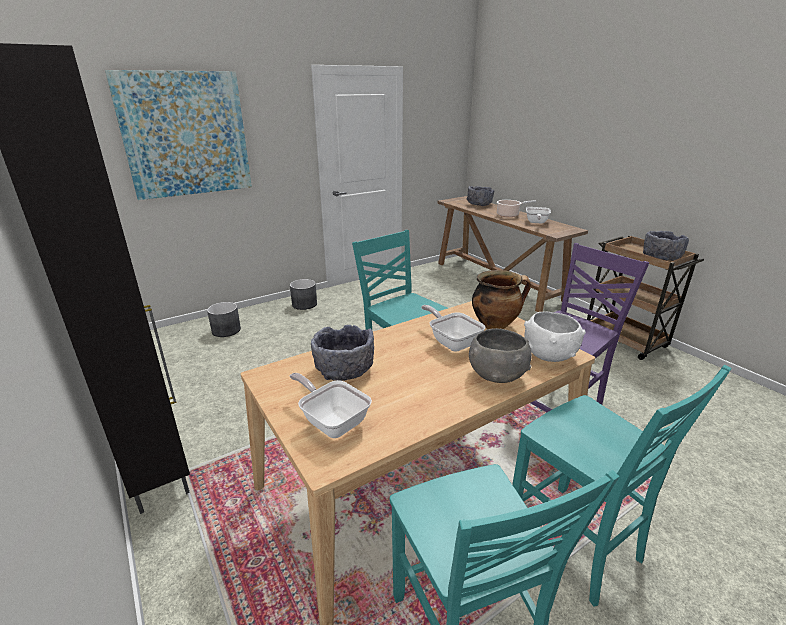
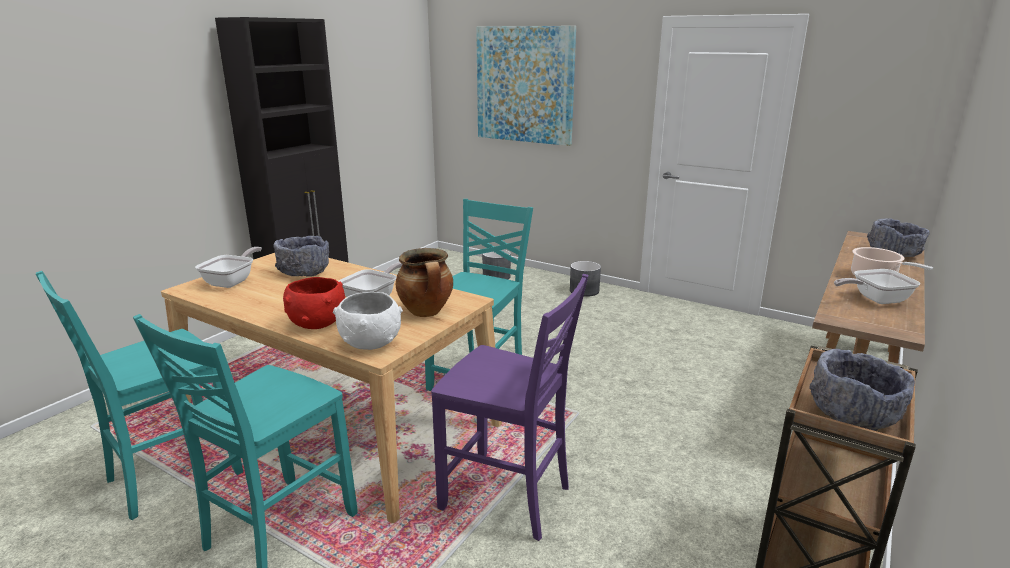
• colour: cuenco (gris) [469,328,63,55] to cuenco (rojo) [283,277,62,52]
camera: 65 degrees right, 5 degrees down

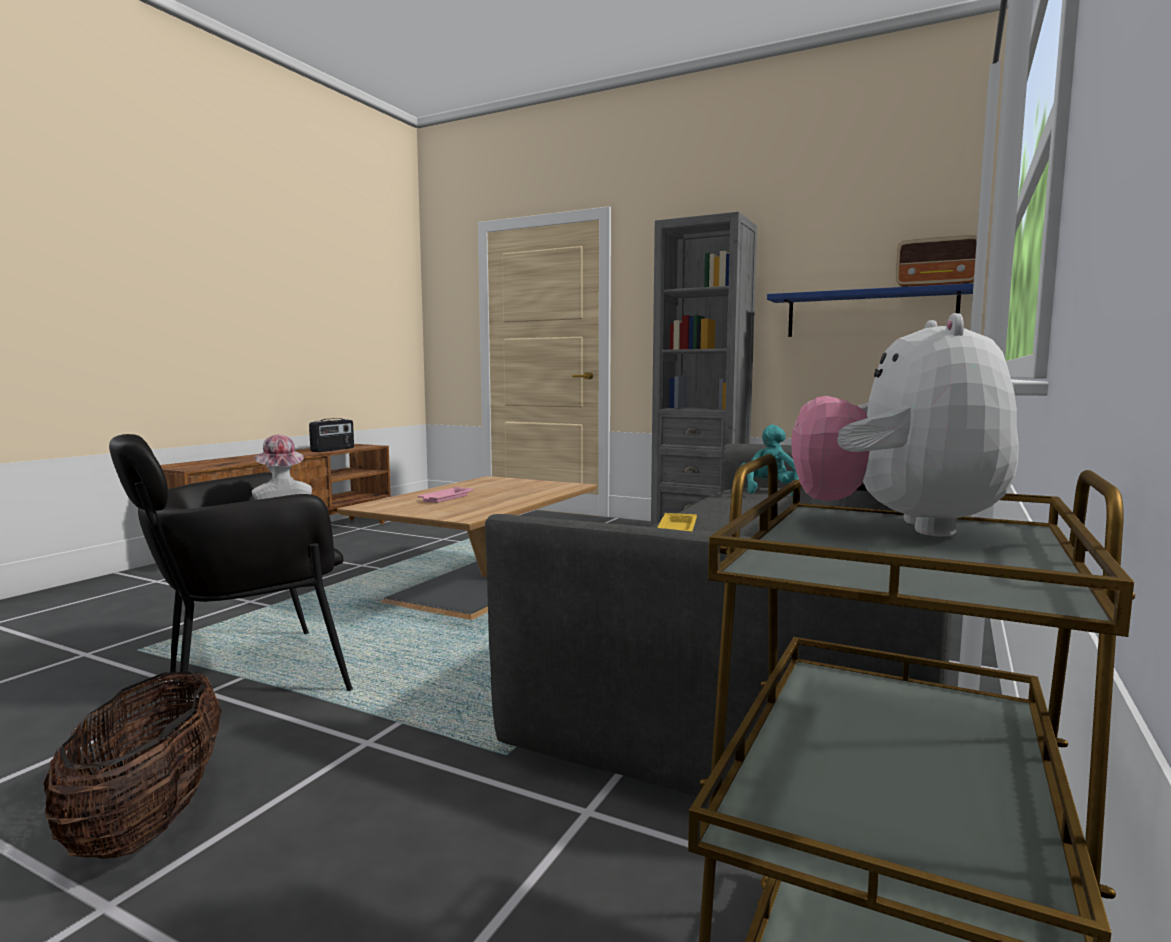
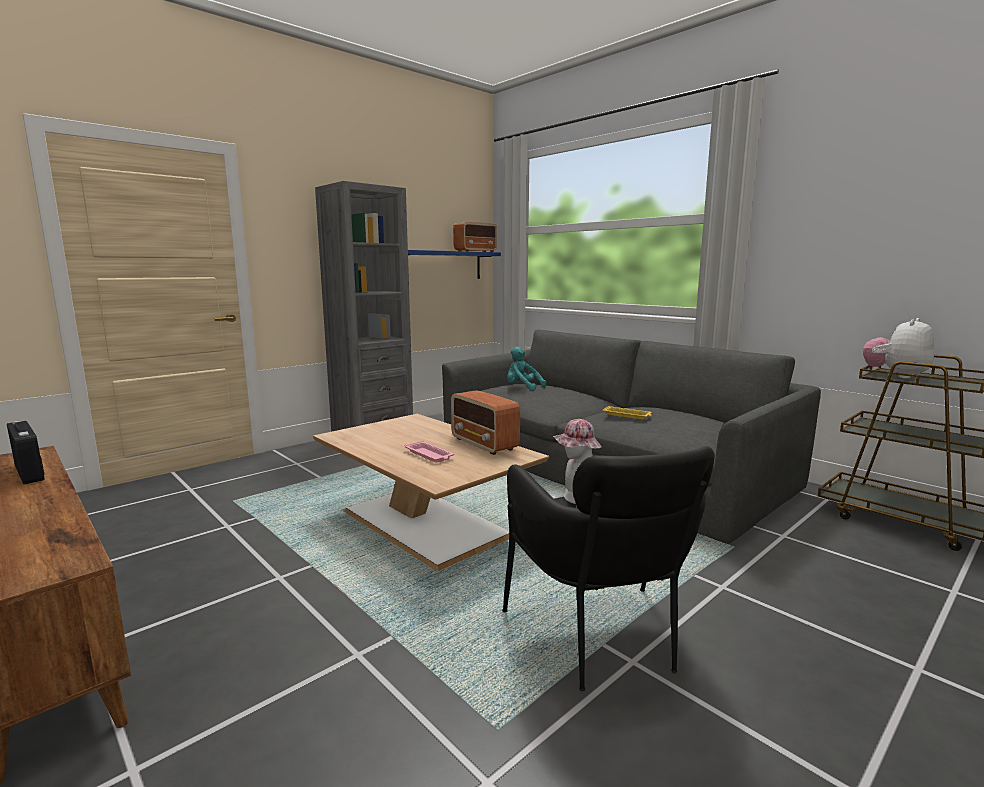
• appeared: radio [451,390,69,65]
• spun: peluche [792,313,227,223] = [863,318,71,61] 105 degrees clockwise
• missing: cesta [44,671,178,188]
camera: 70 degrees left, 5 degrees up

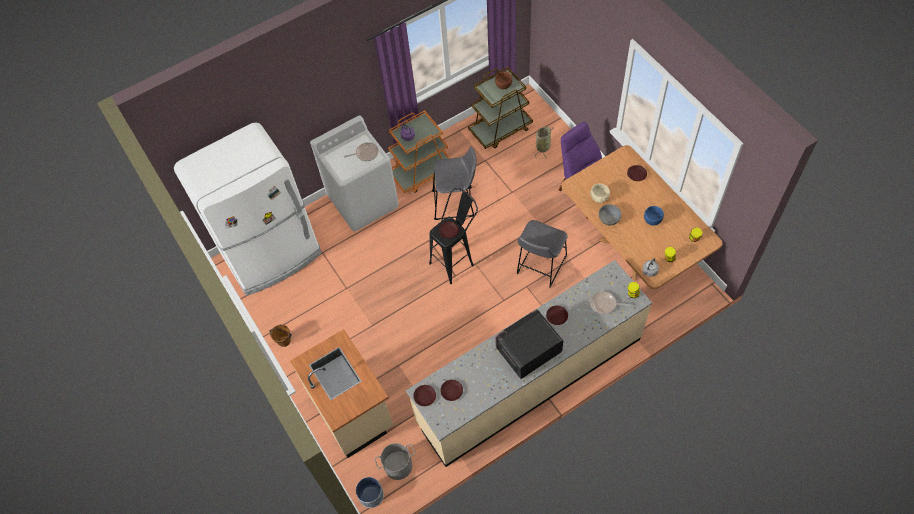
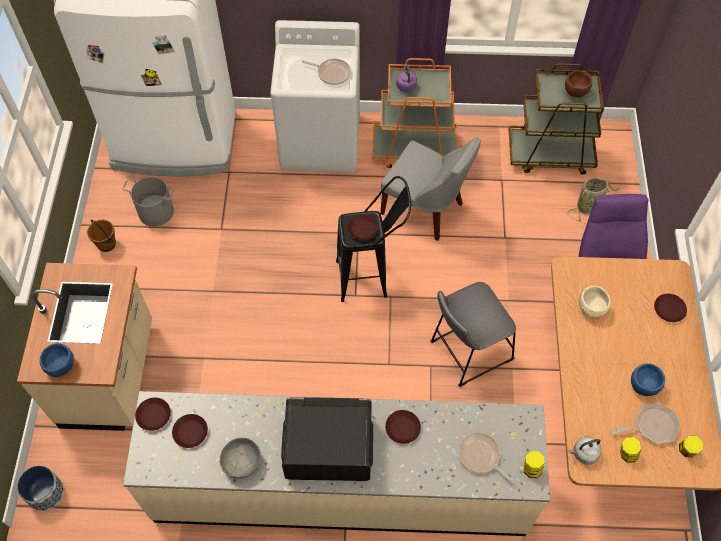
• appeared: cuenco (azul) [40,343,34,34]
• relocated: cubo (gris) [374,443,41,37] to [122,177,52,49]
• relocated: cuenco (gris) [599,204,22,21] to [220,438,41,41]
• exchanged: taburete (gris) [432,146,44,74] to silla (gris) [380,137,101,104]
• appeared: sartén [610,403,71,41]
camera: 30 degrees right, 0 degrees up

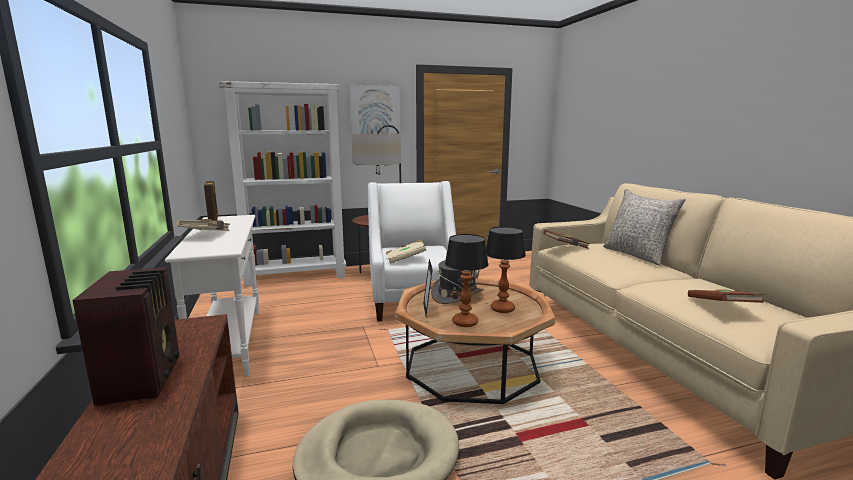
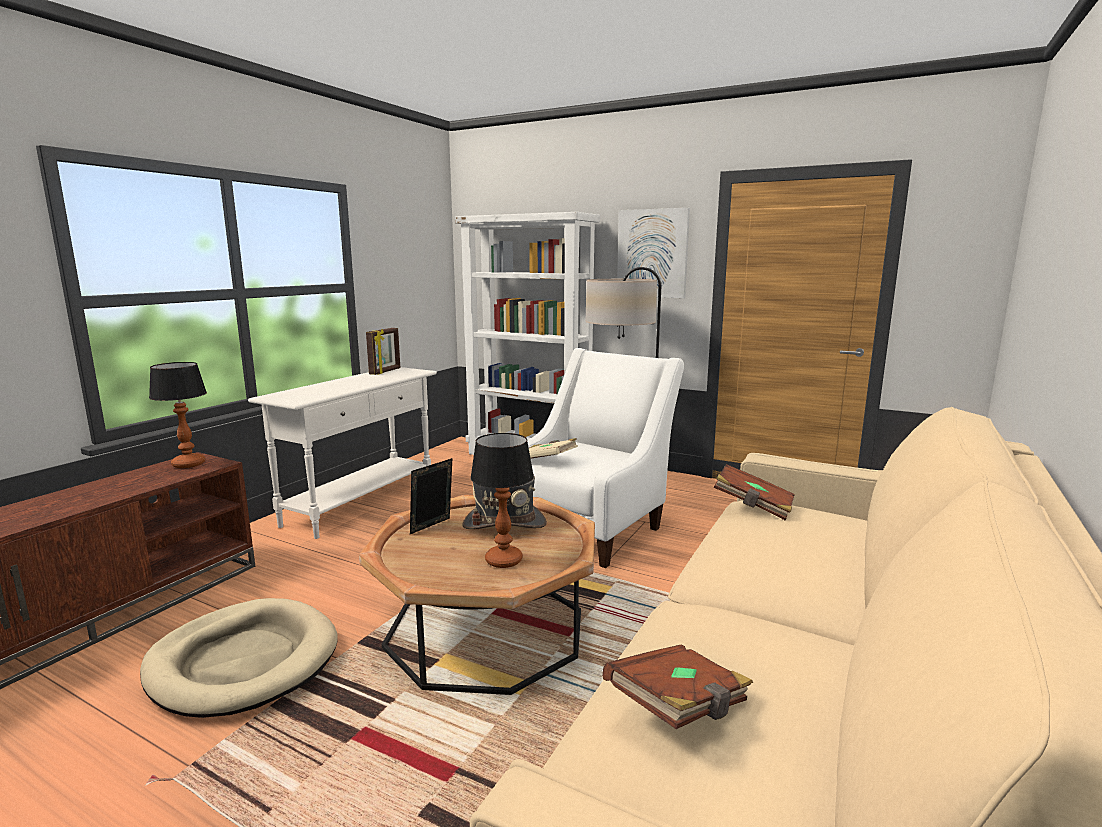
• relocated: lámpara de mesa [445,234,44,93] to [149,362,58,106]
• missing: radio [72,267,108,139]
• missing: libro (beis) [176,219,54,12]
• missing: cojín (gris) [603,189,83,77]
camera: 45 degrees right, 0 degrees up

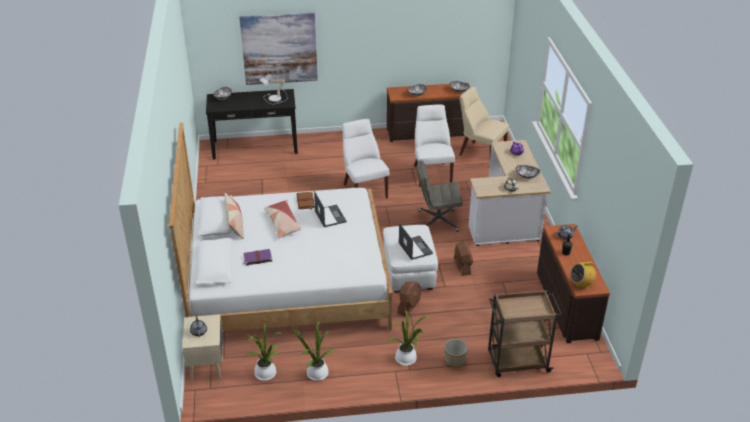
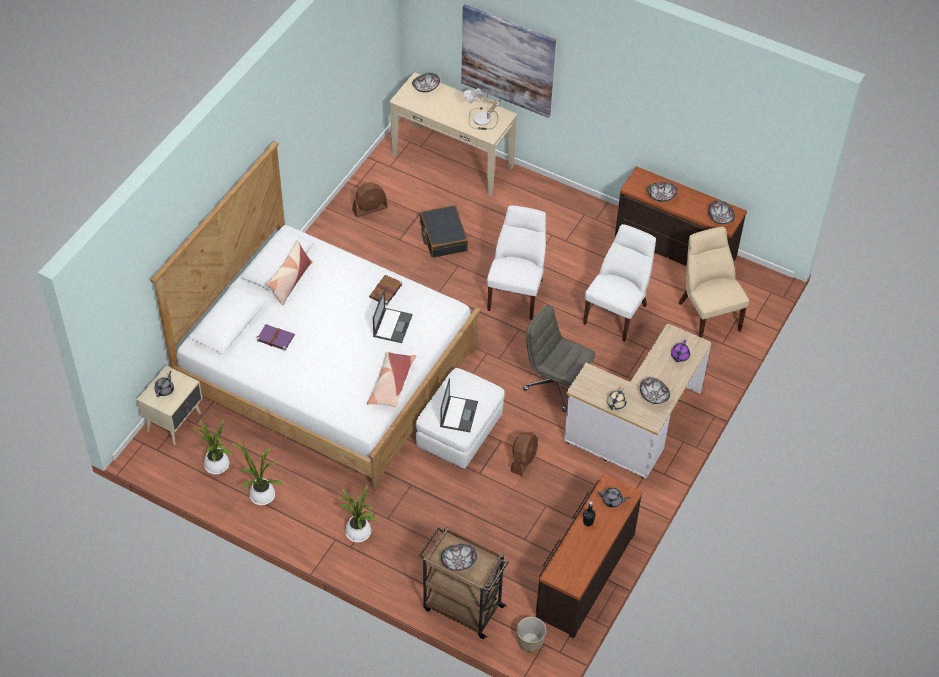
• relocated: ventilador (marrón) [397,281,24,36] to [352,182,36,35]
• relocated: cojín [264,200,38,38] to [367,352,49,55]
• colour: mesa consola (negro) [206,89,92,70] to mesa consola (beis) [389,72,129,125]
• appeared: maleta (negro) [420,205,48,53]
• appeared: cuenco [441,544,36,27]
• relocated: maceta [444,339,24,28] to [517,617,29,35]
• missing: radio [570,262,26,27]
camera: 35 degrees right, 15 degrees up

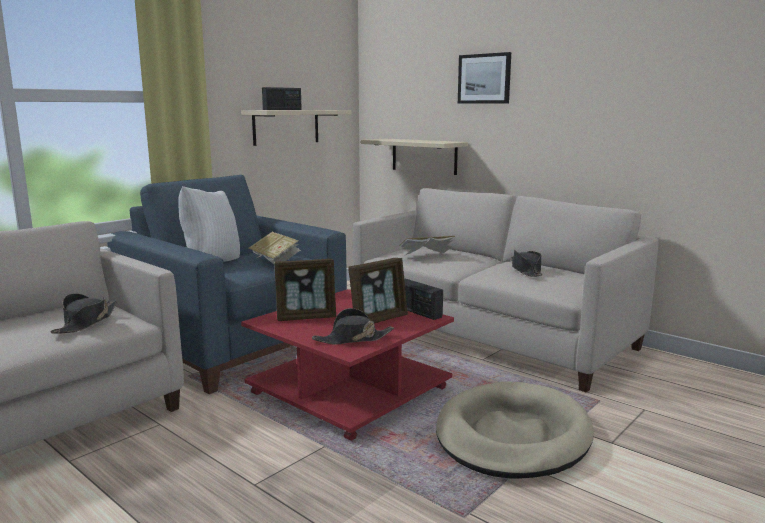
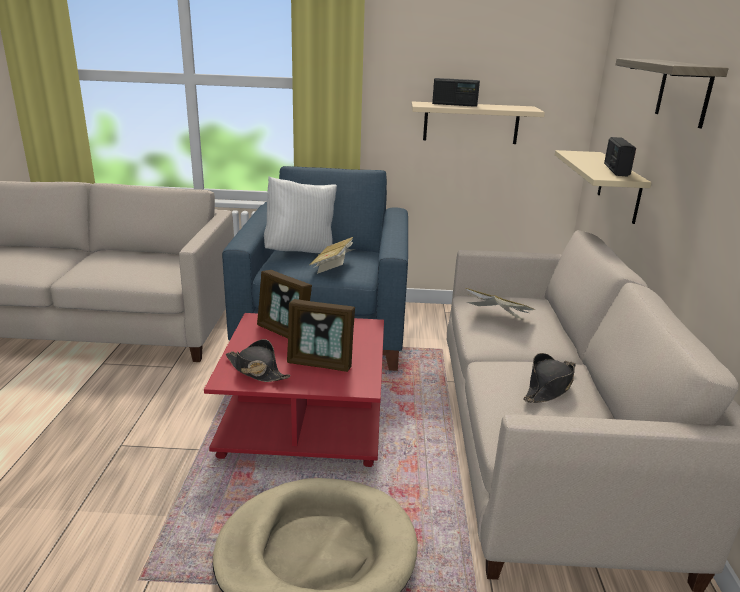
• relocated: radio [404,279,39,41] to [604,137,32,39]
• exchanged: cuadro [458,52,53,52] to estante [615,58,114,70]
• missing: sombrero (negro) [51,294,66,40]
camera: 50 degrees right, 10 degrees up

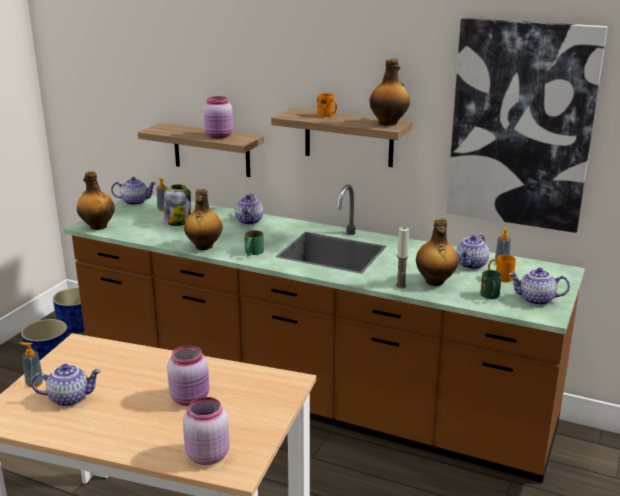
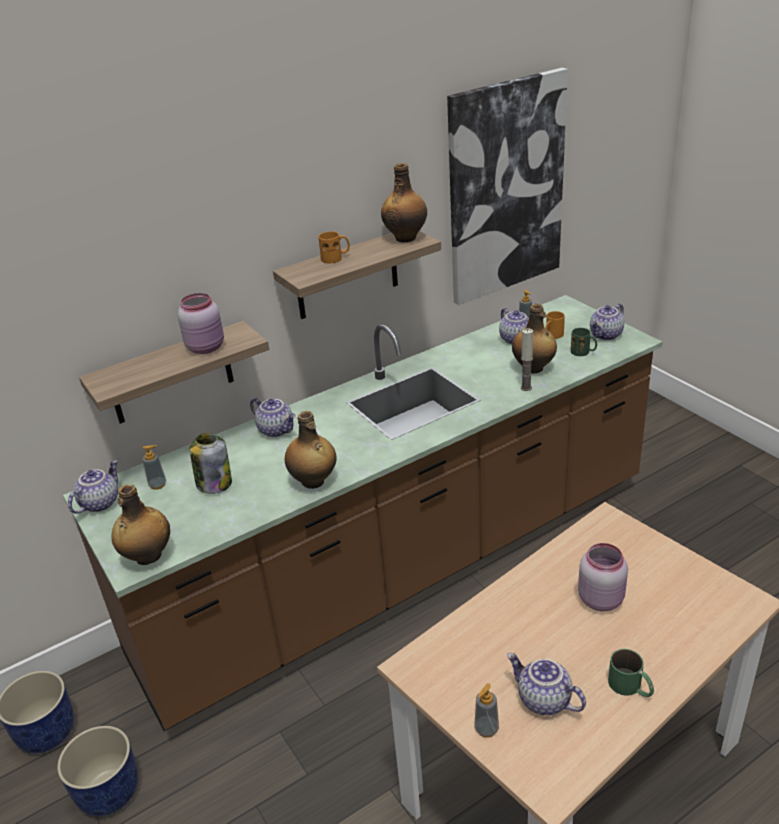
• spun: tetera [31,364,70,43] = [507,653,79,62] 75 degrees counterclockwise
• relocated: taza grande (verde) [244,230,20,26] to [608,649,46,48]
• missing: tarro (rosa) [183,397,47,68]
camera: 55 degrees left, 10 degrees up

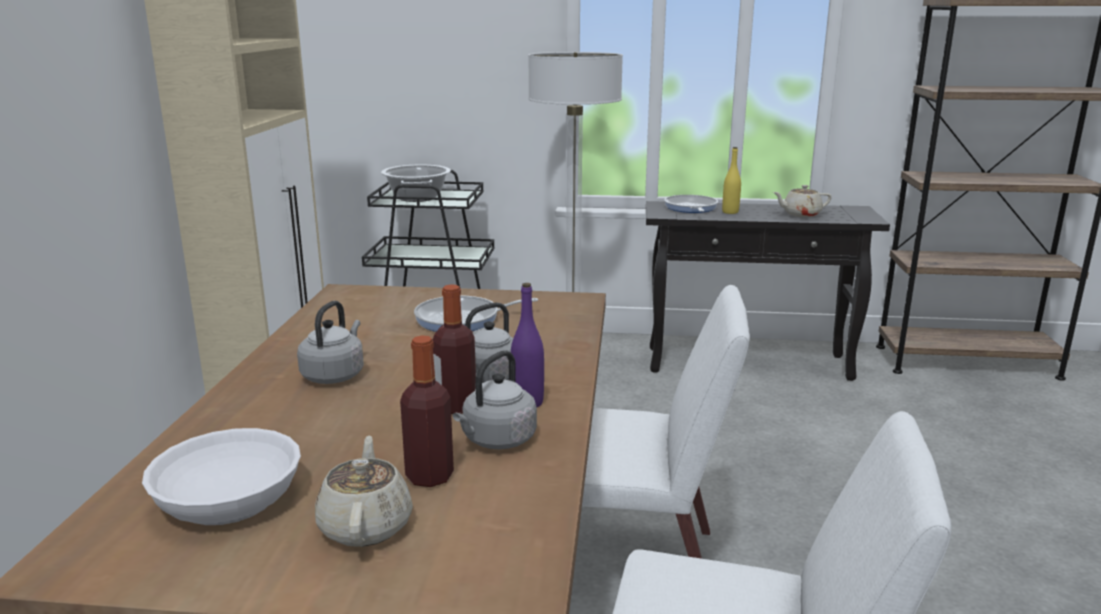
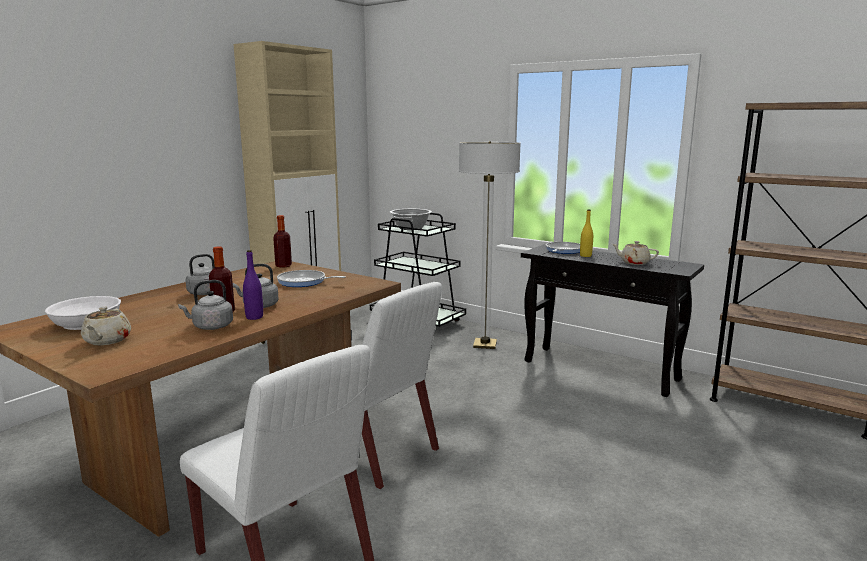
• spun: tetera (beis) [315,435,98,112] = [81,307,50,38] 150 degrees clockwise
• relocated: botella [400,336,54,151] to [273,215,19,53]
camera: 30 degrees right, 5 degrees down

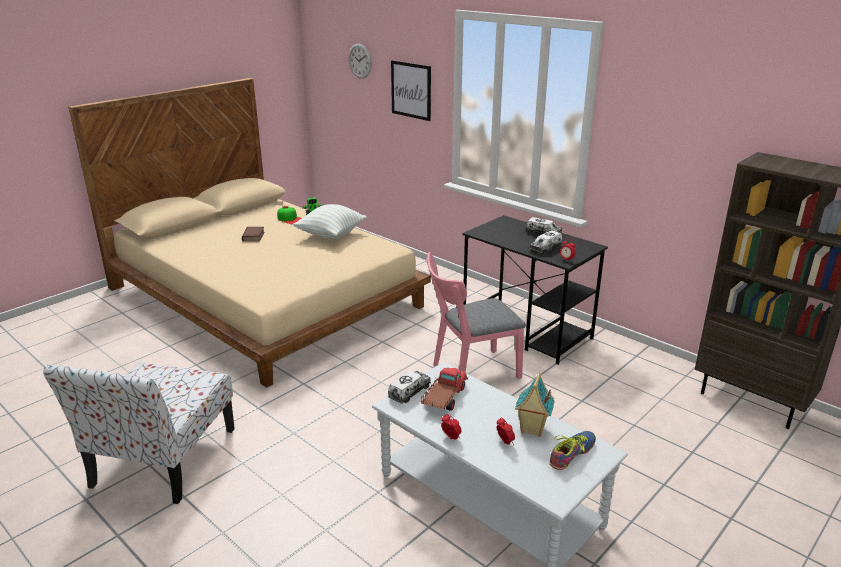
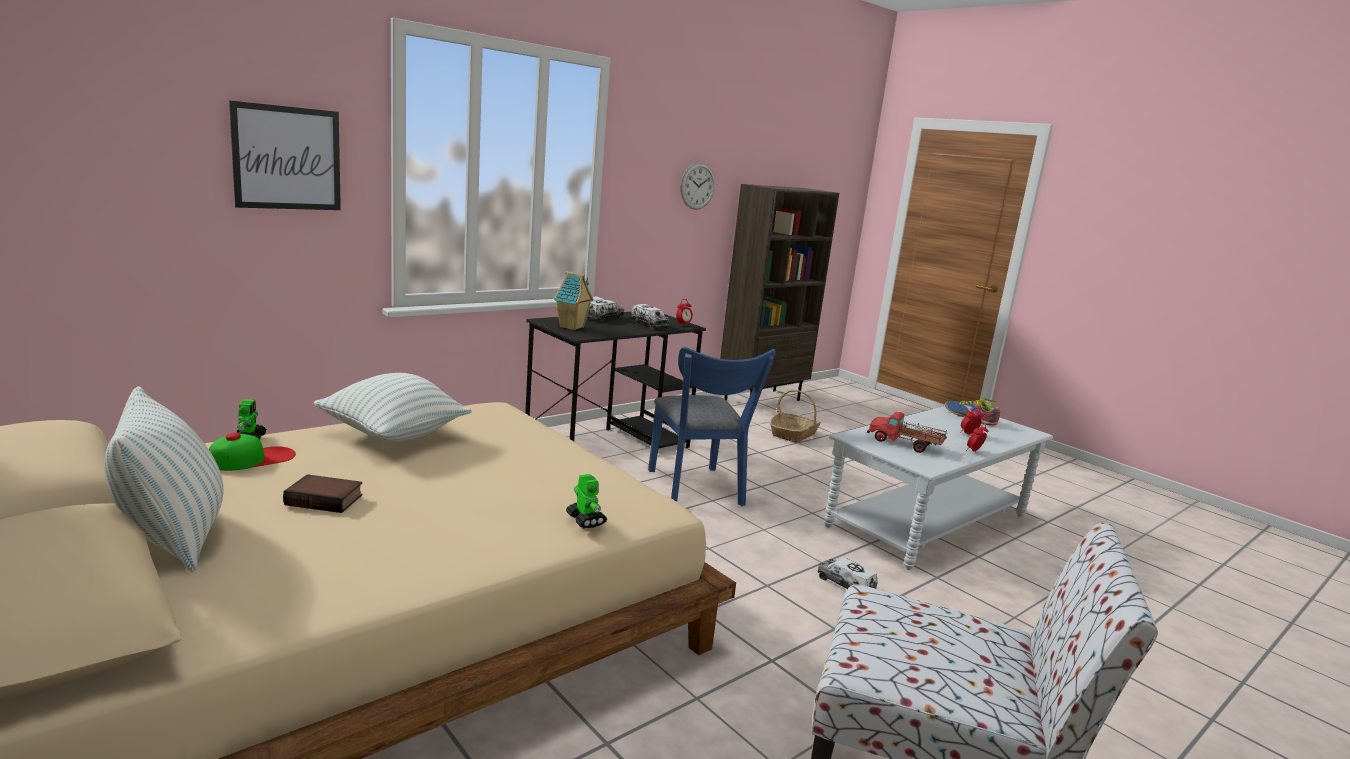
• appeared: cojín [104,386,119,186]
• relocated: casita [515,373,40,64] to [554,271,39,59]
• appeared: robot de juguete [566,474,41,54]
• colour: silla (rosa) [426,252,100,127] to silla (azul) [648,347,128,159]
• relocated: reloj de pared [348,44,24,35] to [680,163,35,47]
• appeared: cesta [769,390,52,53]
• relocated: camión de juguete [388,371,43,33] to [818,558,60,31]
camera: 85 degrees left, 10 degrees down

